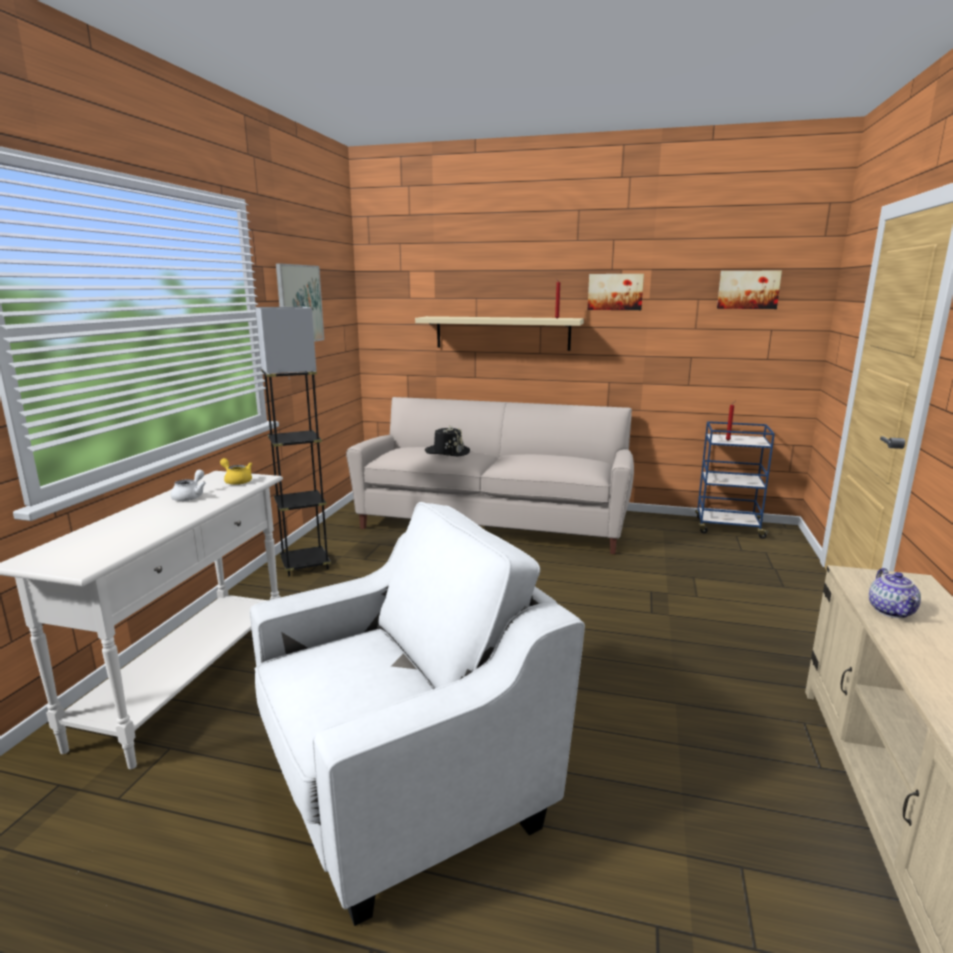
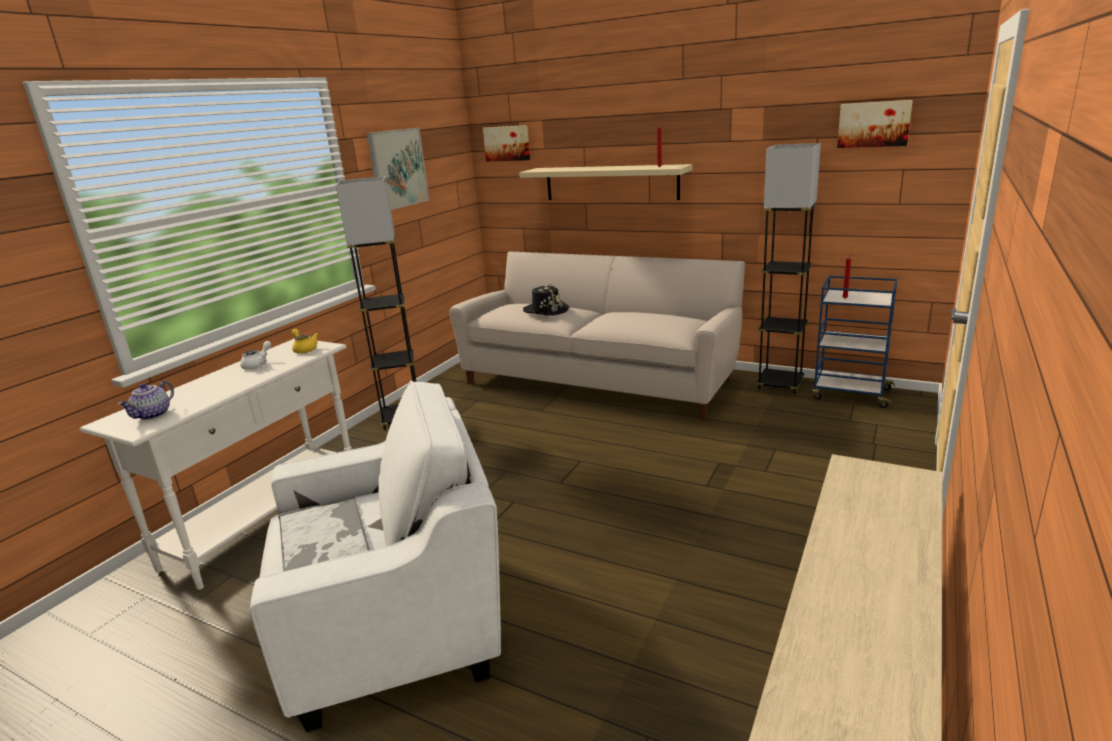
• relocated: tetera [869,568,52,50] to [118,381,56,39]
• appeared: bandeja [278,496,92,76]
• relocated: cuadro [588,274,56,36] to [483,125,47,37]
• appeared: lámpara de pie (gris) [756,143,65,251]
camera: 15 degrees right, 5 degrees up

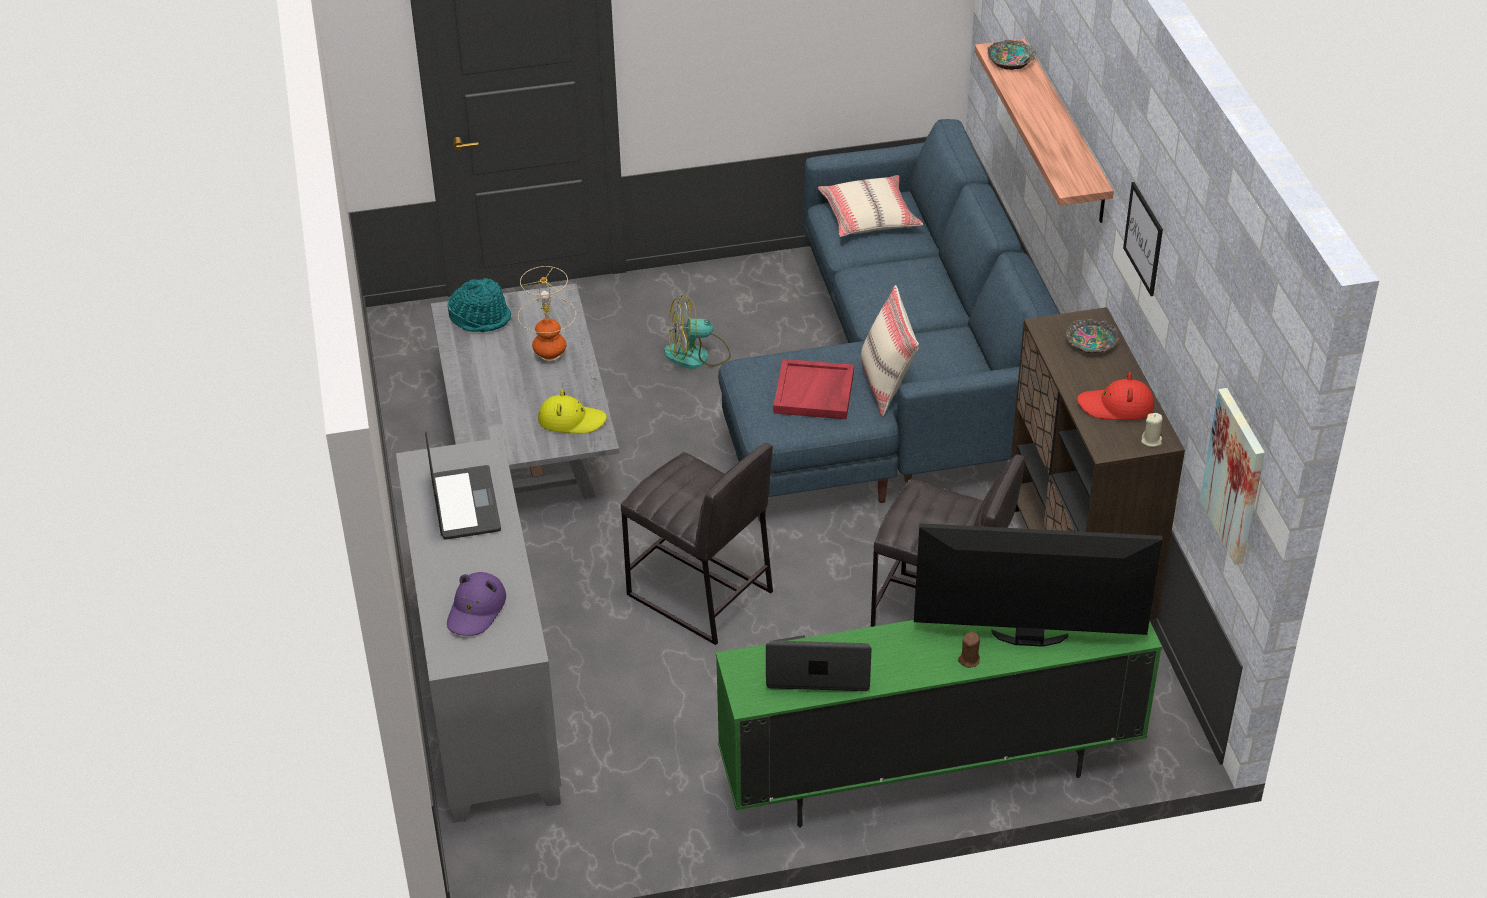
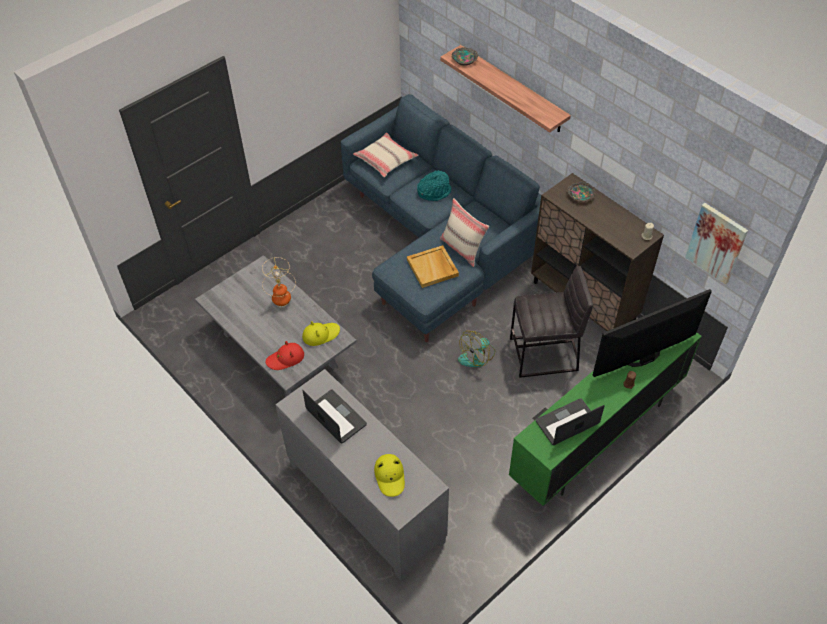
• relocated: sombrero (rojo) [1077,372,77,48] to [265,341,39,29]
• colour: sombrero (morado) [447,572,59,64] to sombrero (amarillo) [374,454,31,43]
• colour: bandeja (rojo) [773,359,81,60] to bandeja (beis) [407,245,52,43]
• relocated: sombrero (turquesa) [448,278,63,54] to [417,170,35,31]
• relocated: ventilador [664,295,67,74] to [458,331,37,36]
• missing: taburete (gris) [621,443,152,202]
• missing: cuadro [1123,182,40,114]
camera: 30 degrees left, 10 degrees up

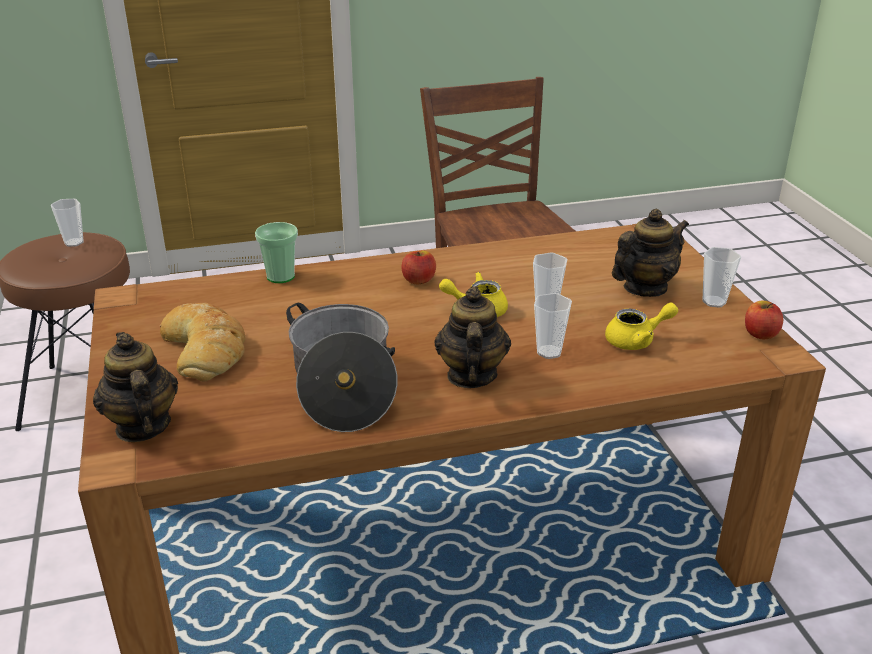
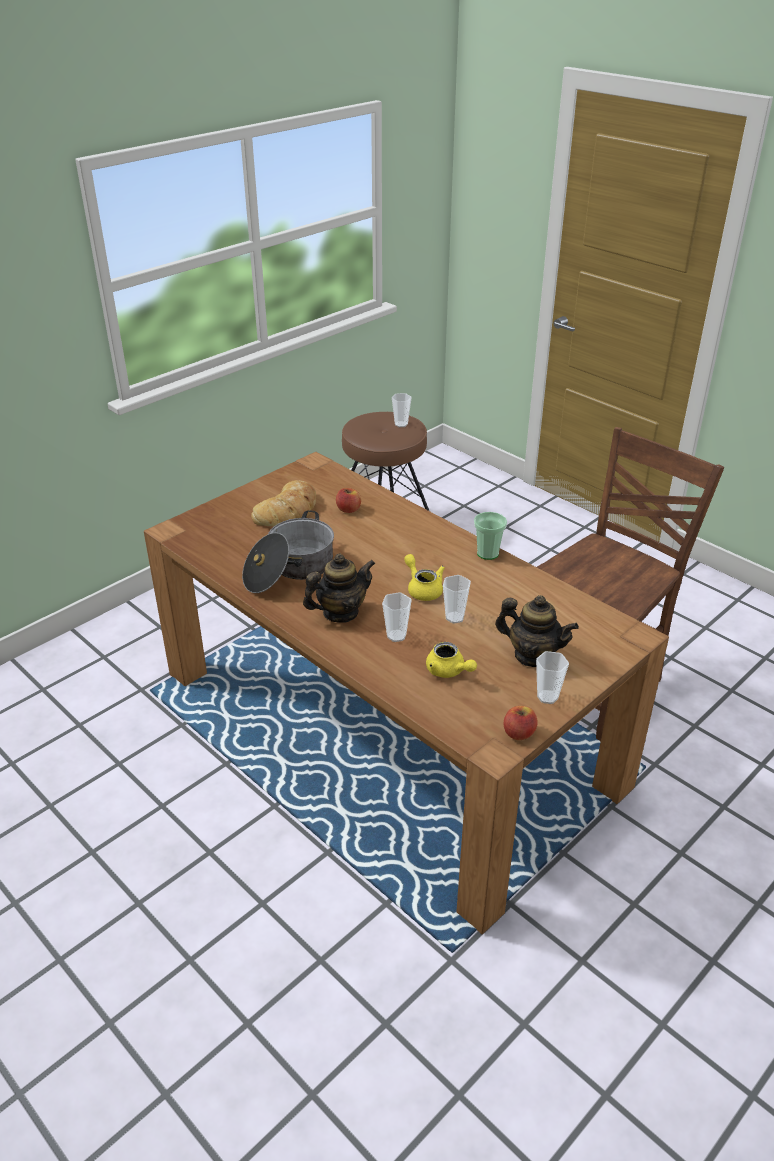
• relocated: manzana [402,250,34,34] to [336,488,25,25]
• relocated: taza [255,222,43,61] to [474,512,33,48]
• missing: tetera [93,332,85,110]
camera: 60 degrees right, 5 degrees up

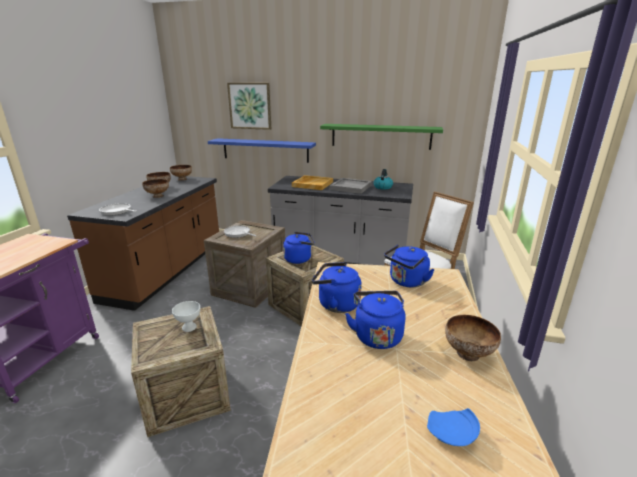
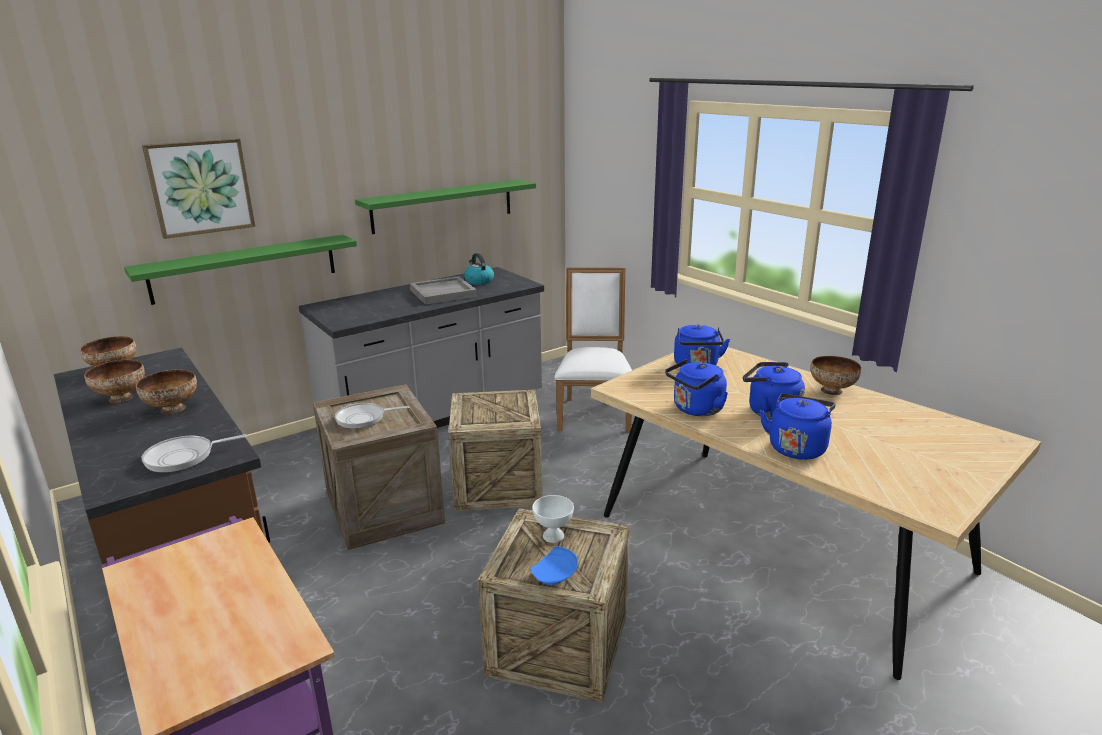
• colour: estante (azul) [208,138,108,25] to estante (verde) [124,235,233,70]
• relocated: plato (azul) [427,408,53,38] to [530,546,48,39]
• relocated: hervidor (azul) [283,232,32,32] to [760,393,76,67]
• missing: bandeja (beis) [292,175,41,15]
camera: 50 degrees left, 0 degrees up

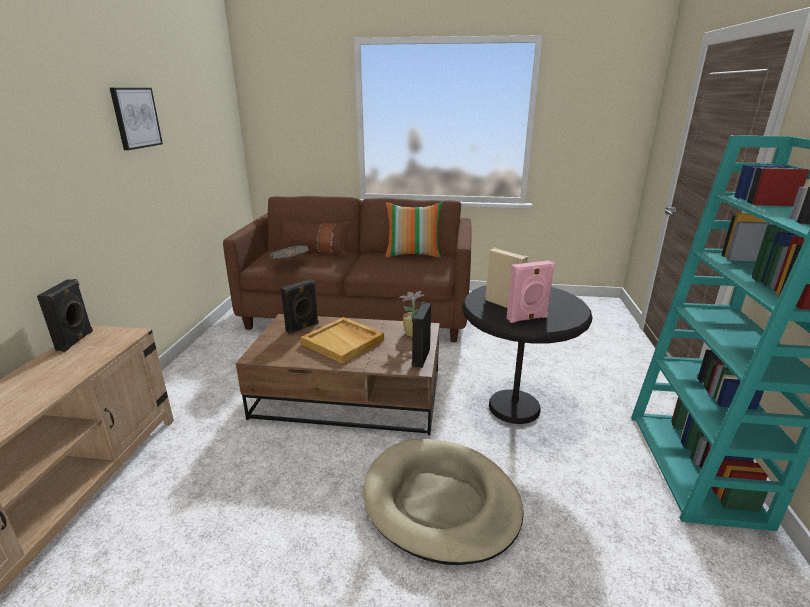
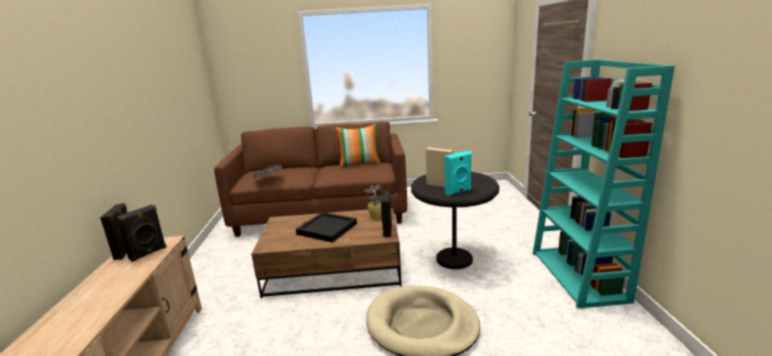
• relocated: altavoz (negro) [281,279,38,55] to [116,205,50,57]
• colour: bandeja (beis) [301,317,83,47] to bandeja (negro) [296,212,61,31]
• colour: altavoz (rosa) [507,260,48,63] to altavoz (turquesa) [444,151,28,45]
• missing: cuadro [110,88,53,62]
• missing: cojín (marrón) [277,218,73,38]
camera: 10 degrees left, 5 degrees down

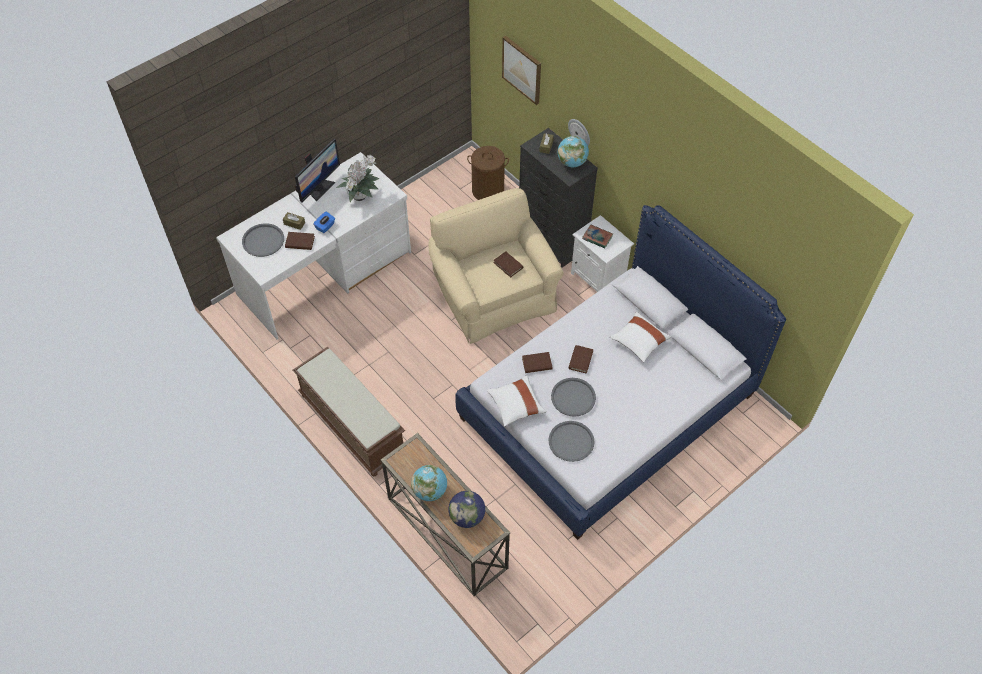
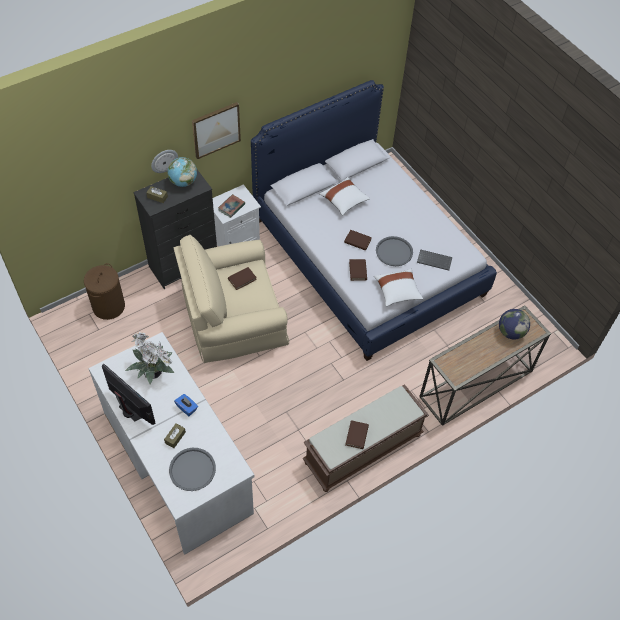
• relocated: cuadro [502,35,39,70] to [192,102,49,57]
• relocated: libro (marrón) [285,232,30,18] to [345,420,24,29]
• exchanged: bandeja (gris) [549,421,45,41] to teclado [417,249,36,21]
• missing: globo terráqueo [411,465,36,36]
camera: 85 degrees left, 0 degrees up

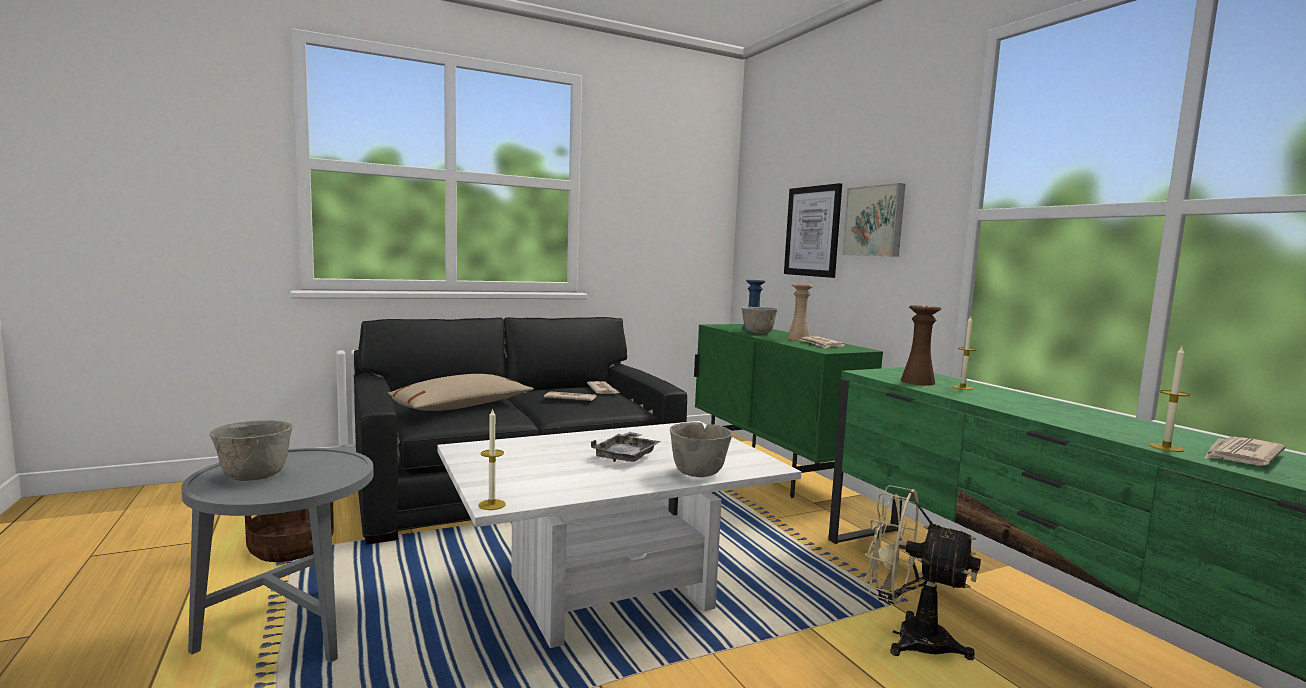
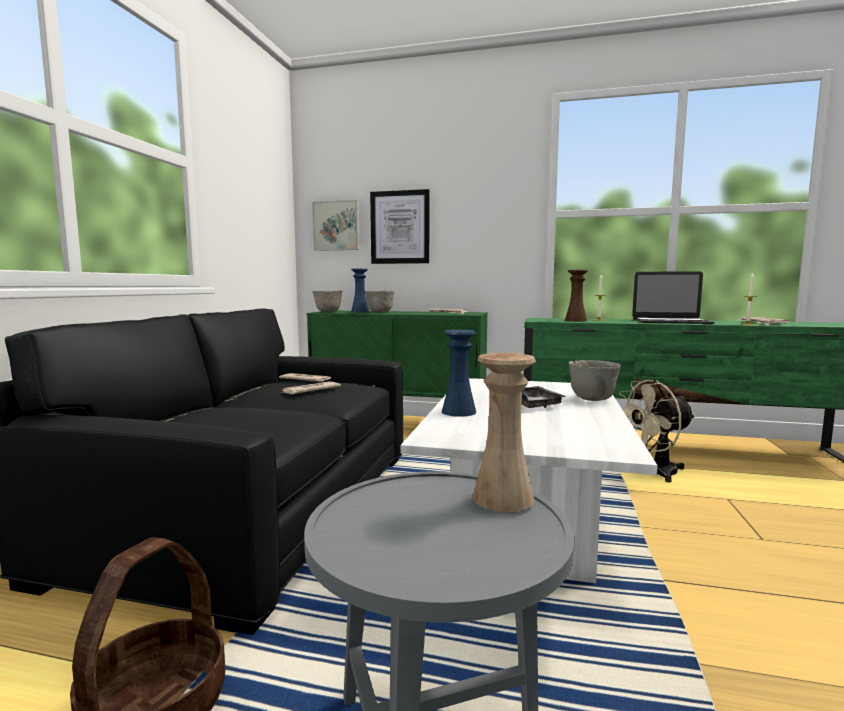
• relocated: cuadro [842,183,63,74] to [312,200,48,51]
• relocated: cuenco (gris) [209,420,84,61] to [312,291,30,21]
• appeared: florero (azul) [442,330,34,87]
• relocated: florero (beis) [787,284,27,57] to [472,353,64,159]
• appeared: portátil [632,271,83,53]
• missing: cojín (beis) [388,374,146,37]
• missing: vela [478,408,28,102]
camera: 50 degrees left, 0 degrees up

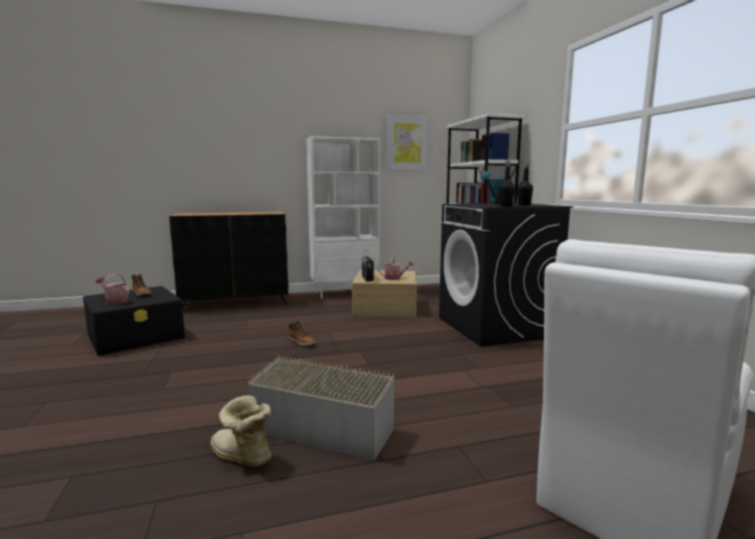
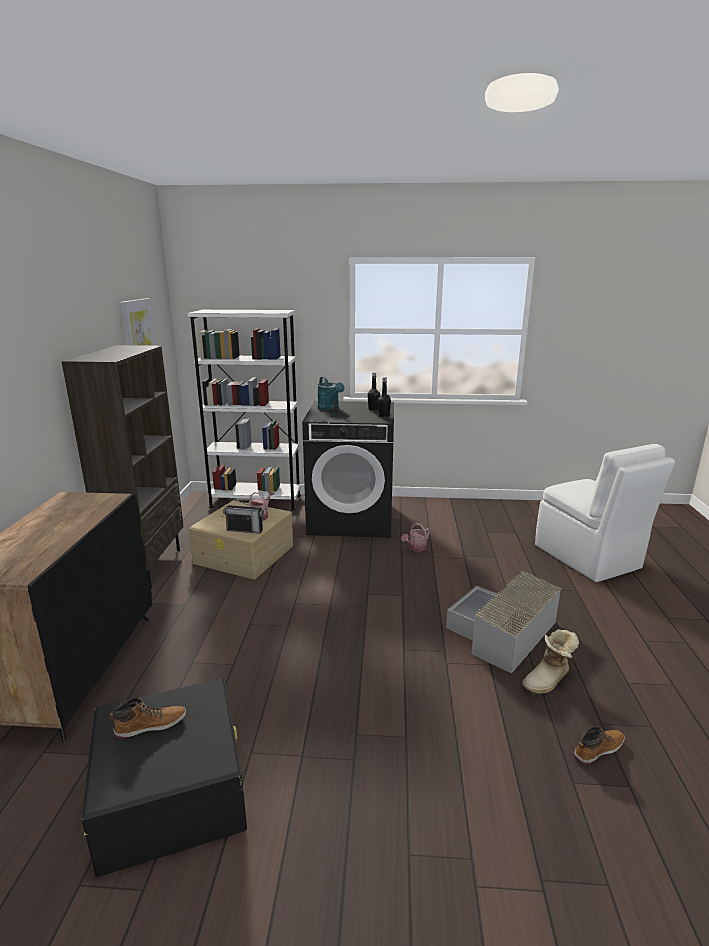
• colour: estantería (blanco) [306,136,74,162] to estantería (marrón) [62,345,122,244]
• relocated: regadera [96,274,33,31] to [401,523,29,29]
• relocated: bota [288,321,28,25] to [574,726,51,38]
camera: 70 degrees left, 10 degrees up

